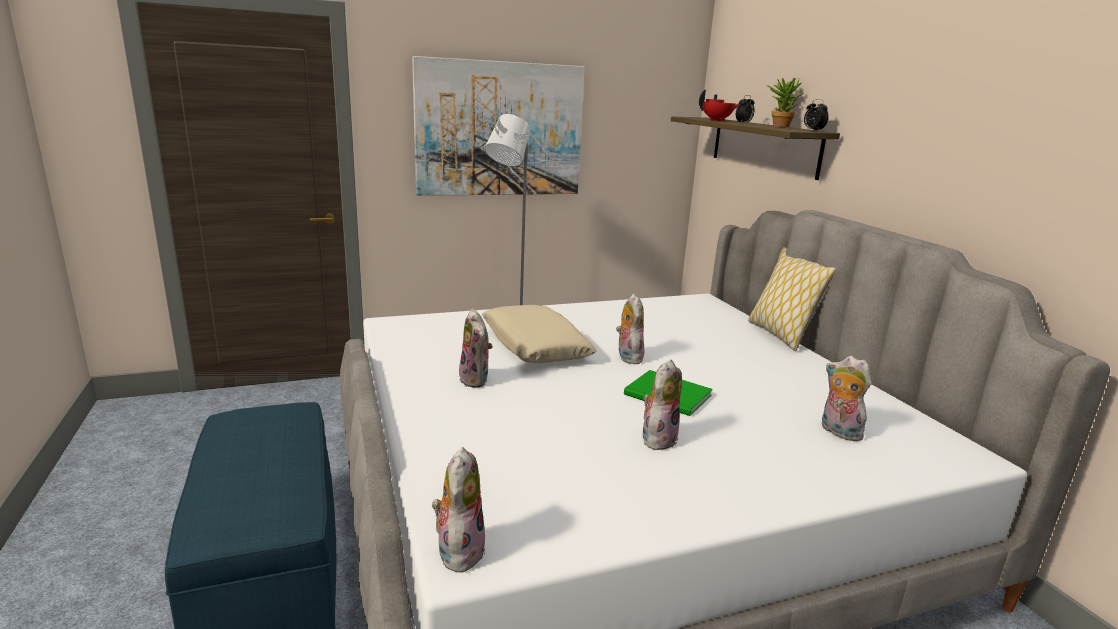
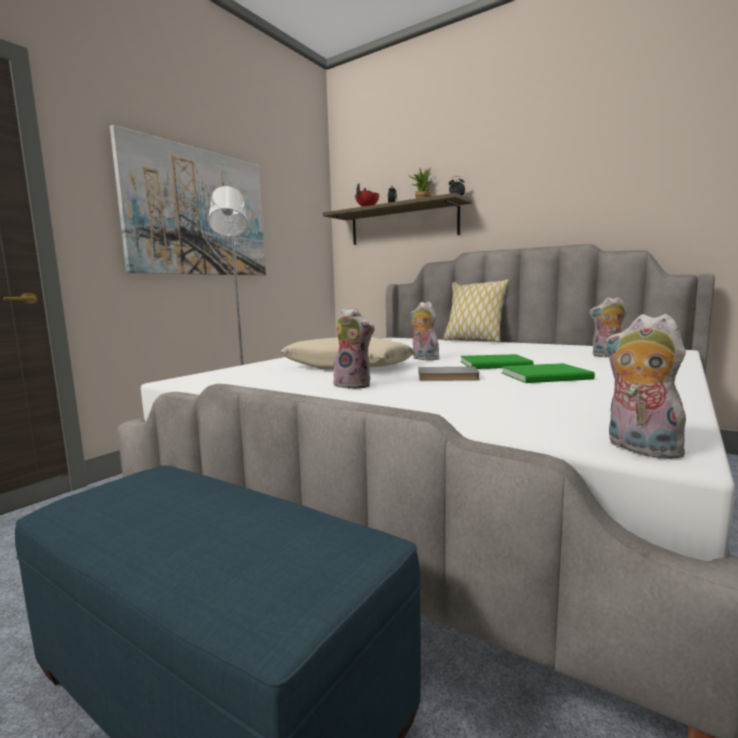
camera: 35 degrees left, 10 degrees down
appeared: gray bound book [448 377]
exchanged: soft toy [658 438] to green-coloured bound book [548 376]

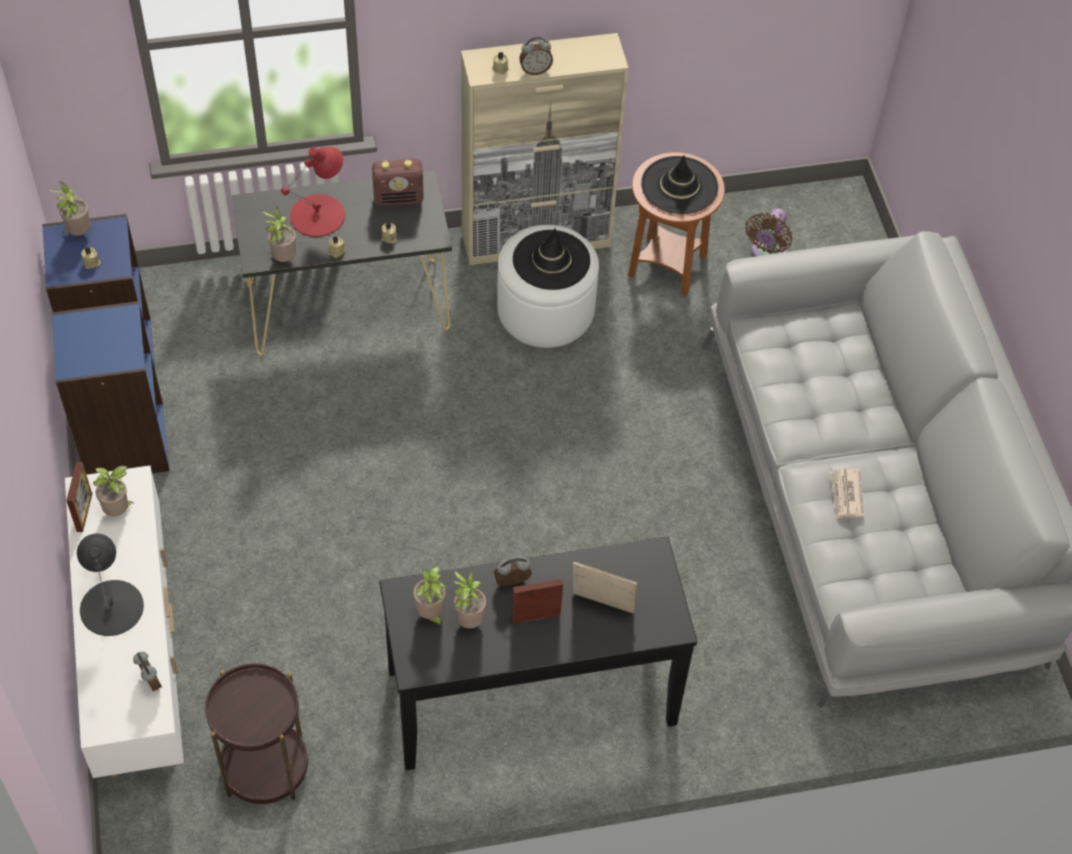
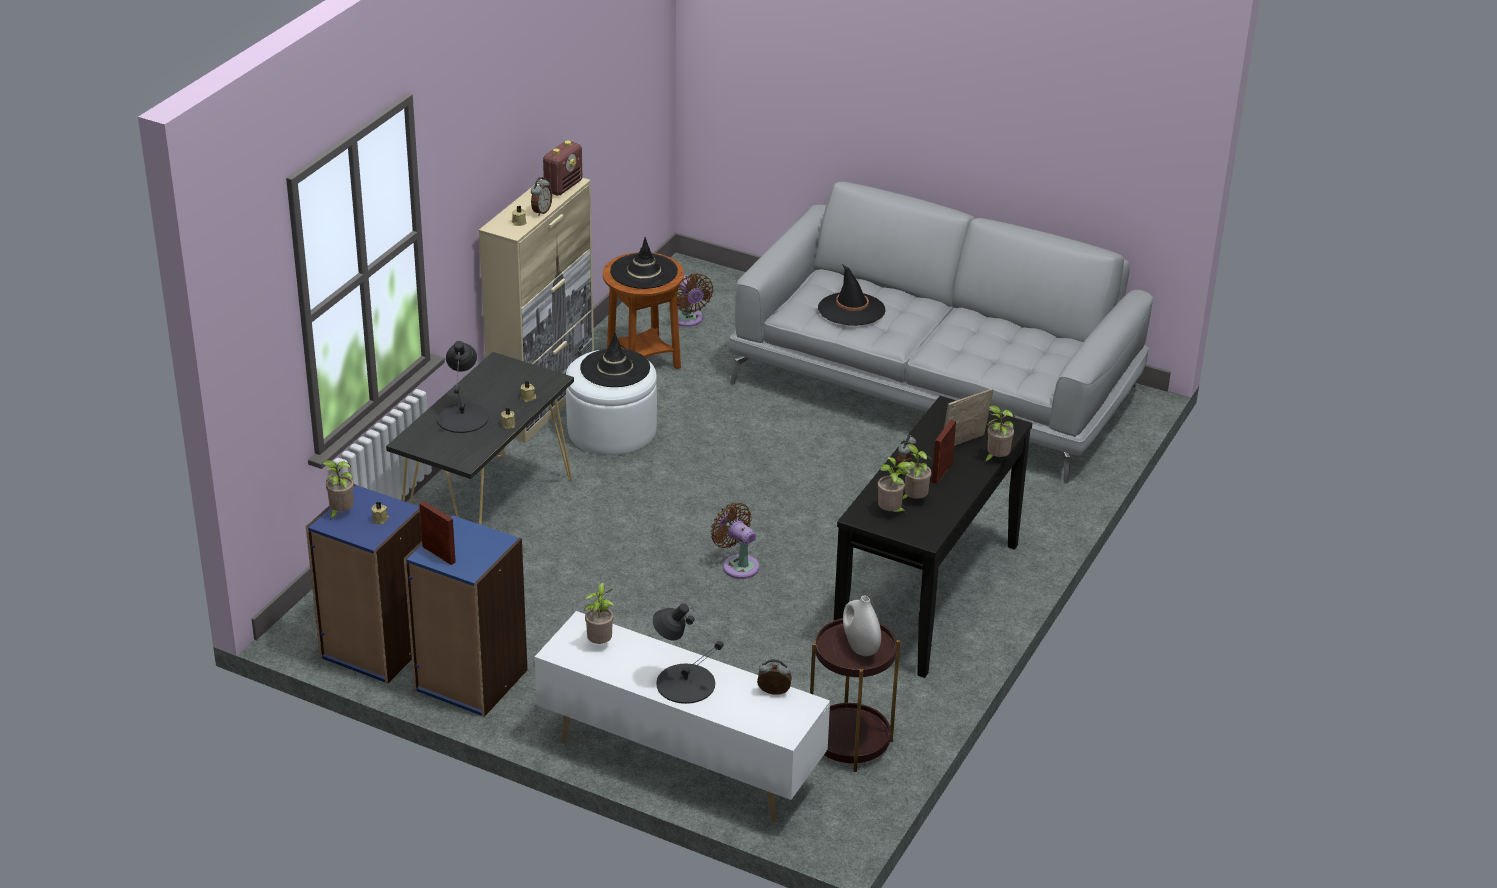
camera: 50 degrees left, 20 degrees down
missing: printed paper [846 495]
appeared: brown cooling fan [738 565]; black wearable hat [851 309]; white decorative vase [860 647]
relocated: photo frame [84 512] to [438 554]; potted plant [283 259] to [996 459]; radio set [399 198] to [563 186]
colour: reddish tabletop lamp [318 215] to black tabletop lamp [463 417]

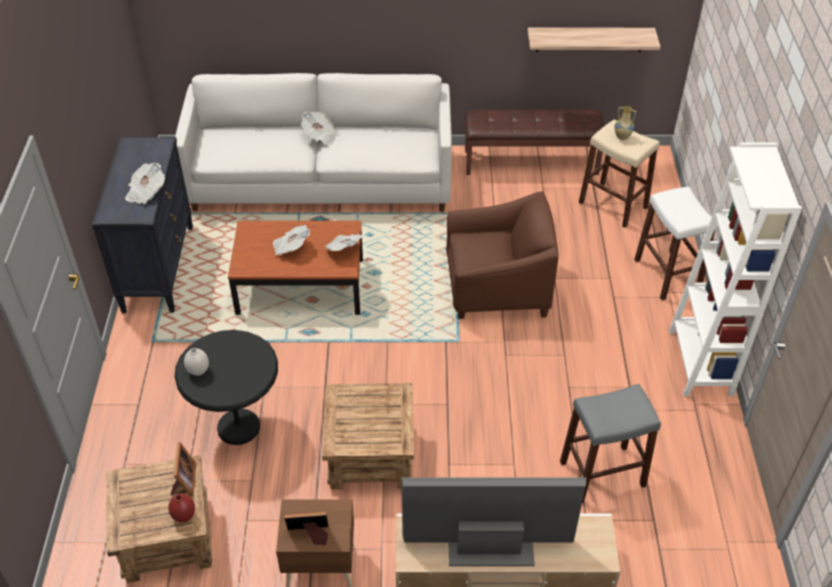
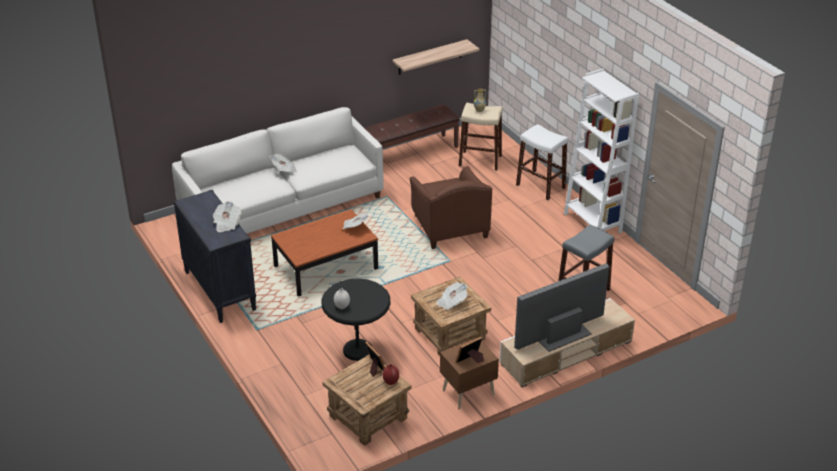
camera: 30 degrees left, 10 degrees down
relocated: printed paper [291 247] to [451 302]
spun: brown lounge chair [497 289] = [449 227] 105 degrees clockwise

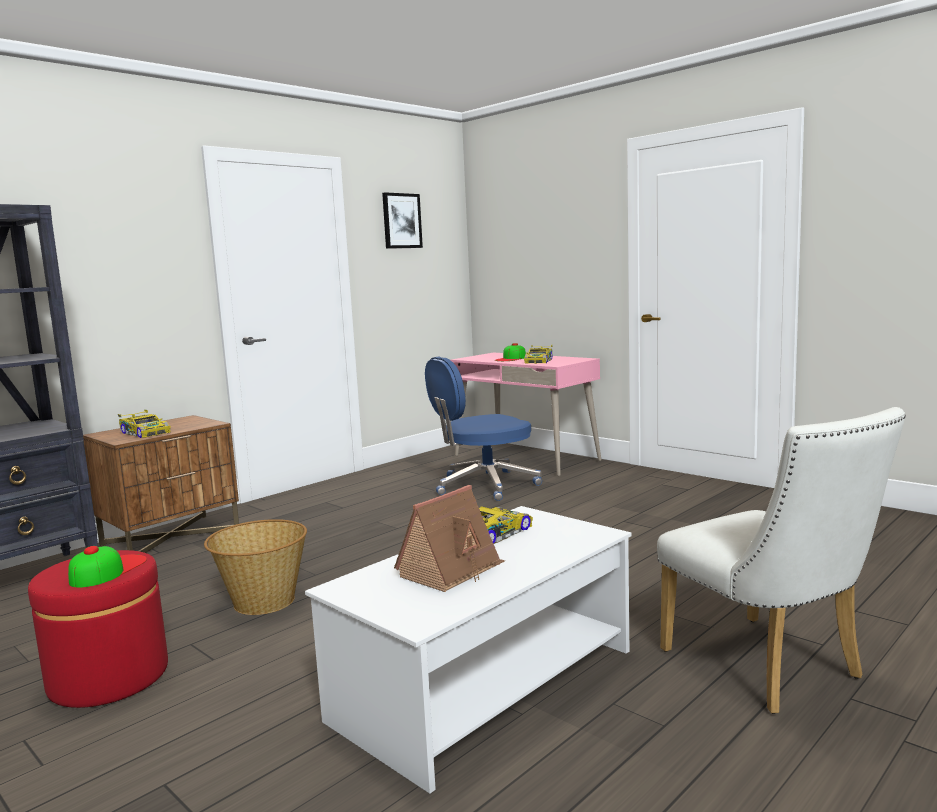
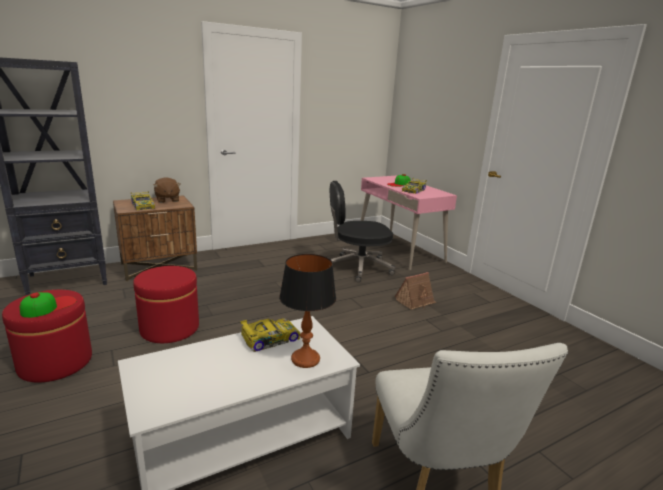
camera: 15 degrees right, 10 degrees up
missing: picture [401 221]
appeared: brown soft toy [167 200]; tabletop lamp [305 359]
relocated: model house [451 570] to [415 301]
exchanged: household basket [263 601] to reddish pouffe [170 328]
colour: blue office chair [484 485] to black office chair [357 267]

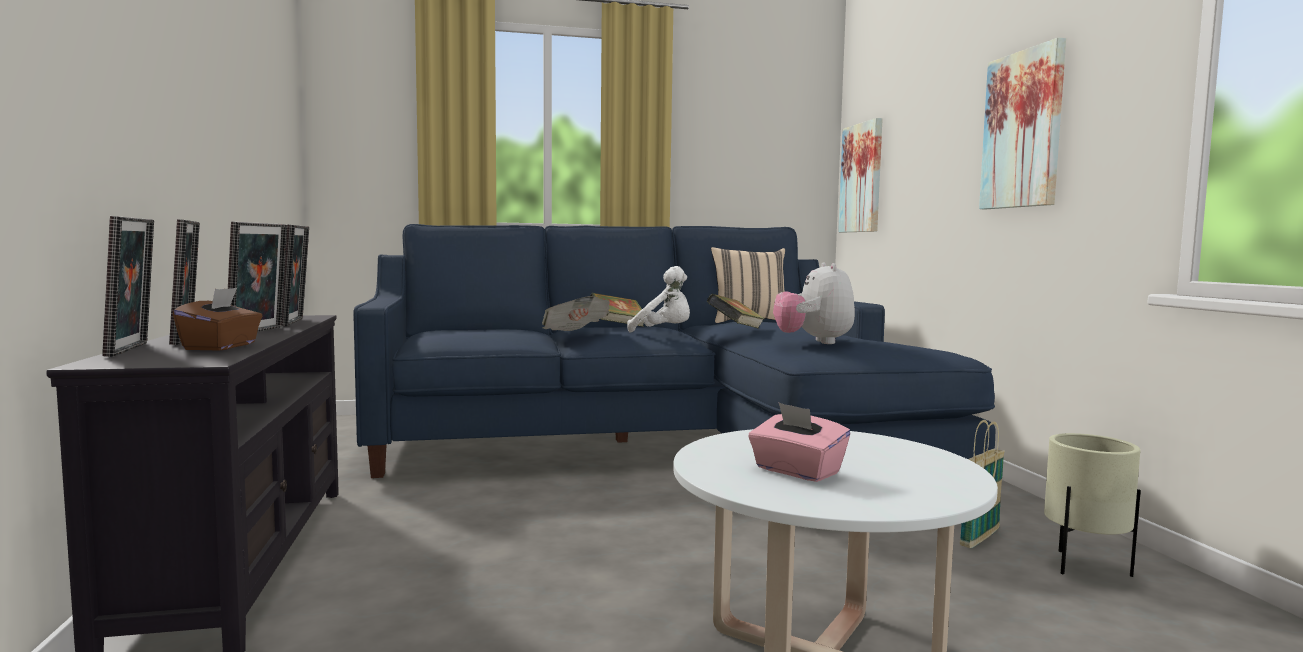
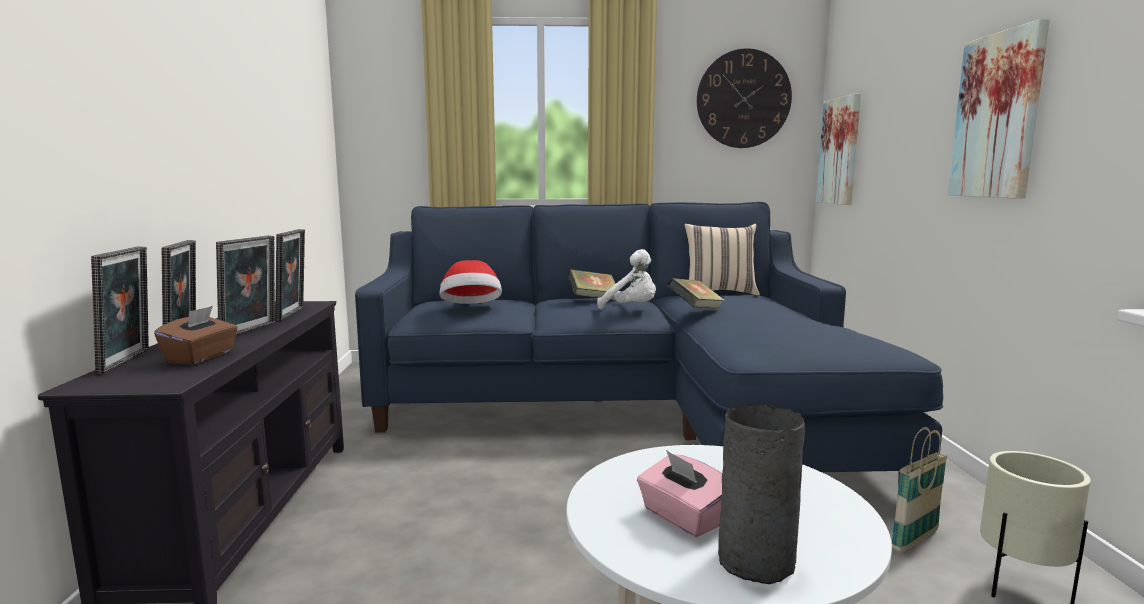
camera: 10 degrees right, 5 degrees up
missing: printed paper [575 334]; soft toy [814 342]
appeared: wearable hat [471 308]; hanging clock [743 99]; gray decorative vase [758 561]

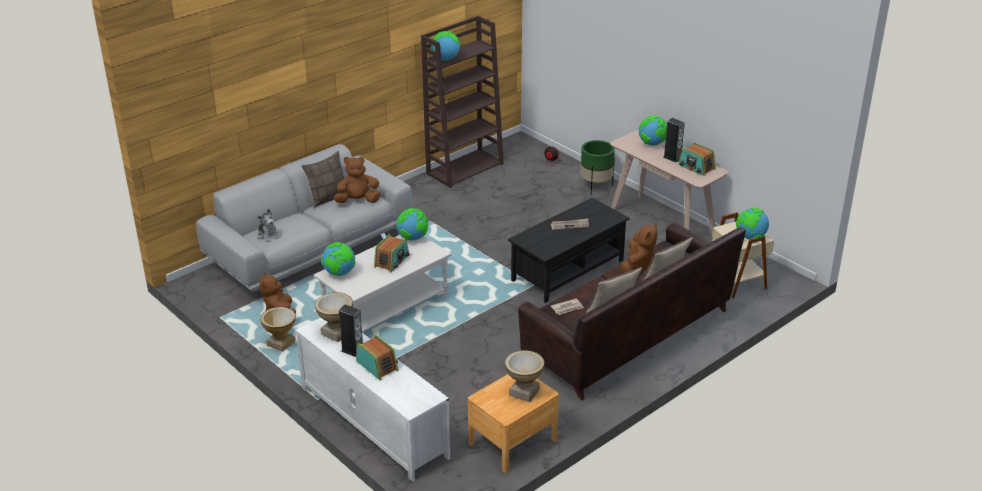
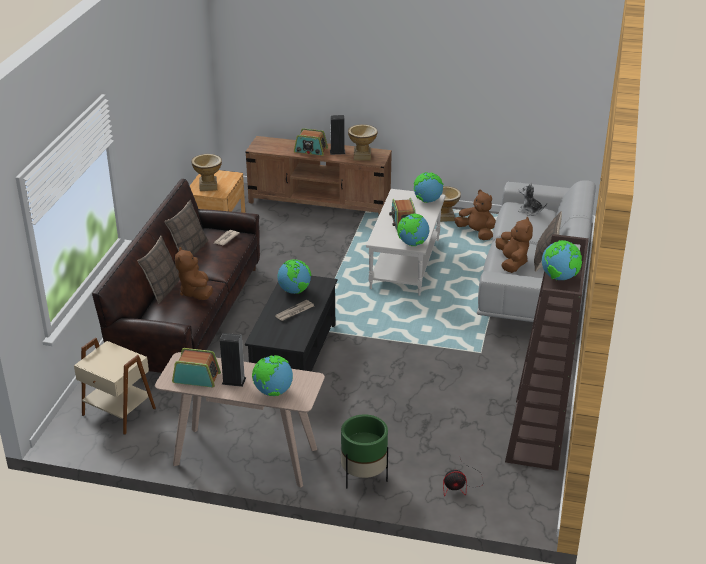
camera: 145 degrees right, 0 degrees up
relocated: globe [750 238] to [294 291]
colour: white tv unit [373 421] to brown tv unit [320 202]
spun: brown soft toy [357 201] = [512 263] 45 degrees counterclockwise

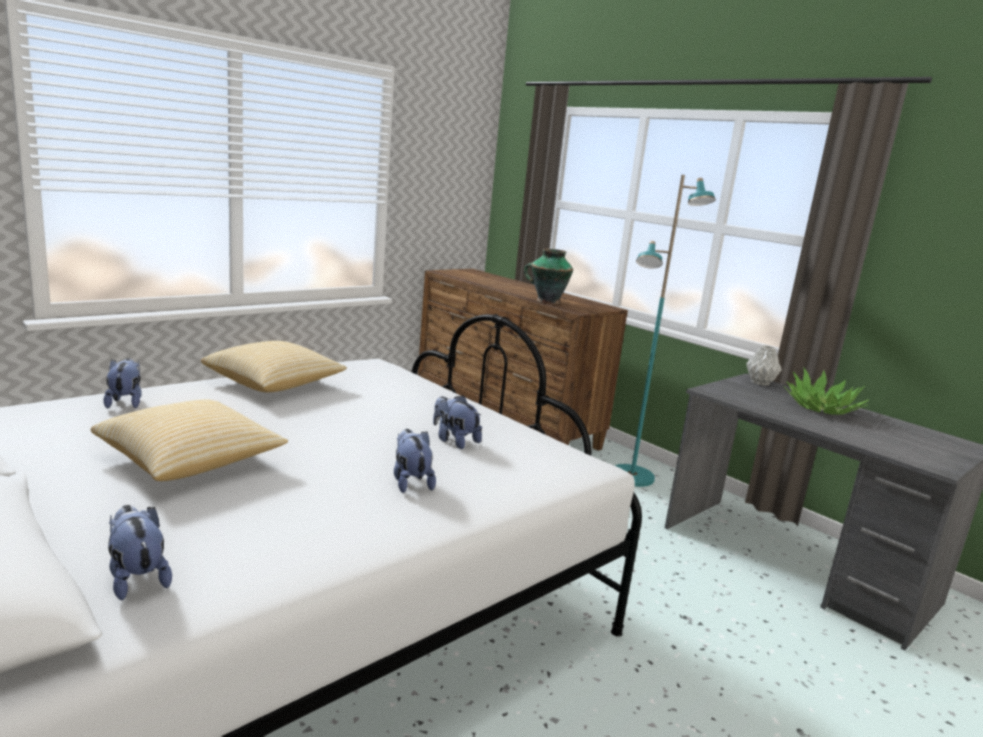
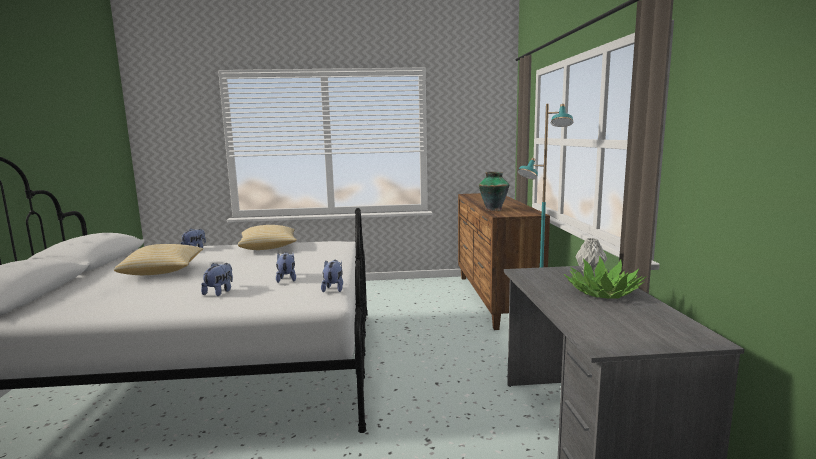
camera: 40 degrees right, 5 degrees down
relocated: soft toy [137 579] to [333 288]

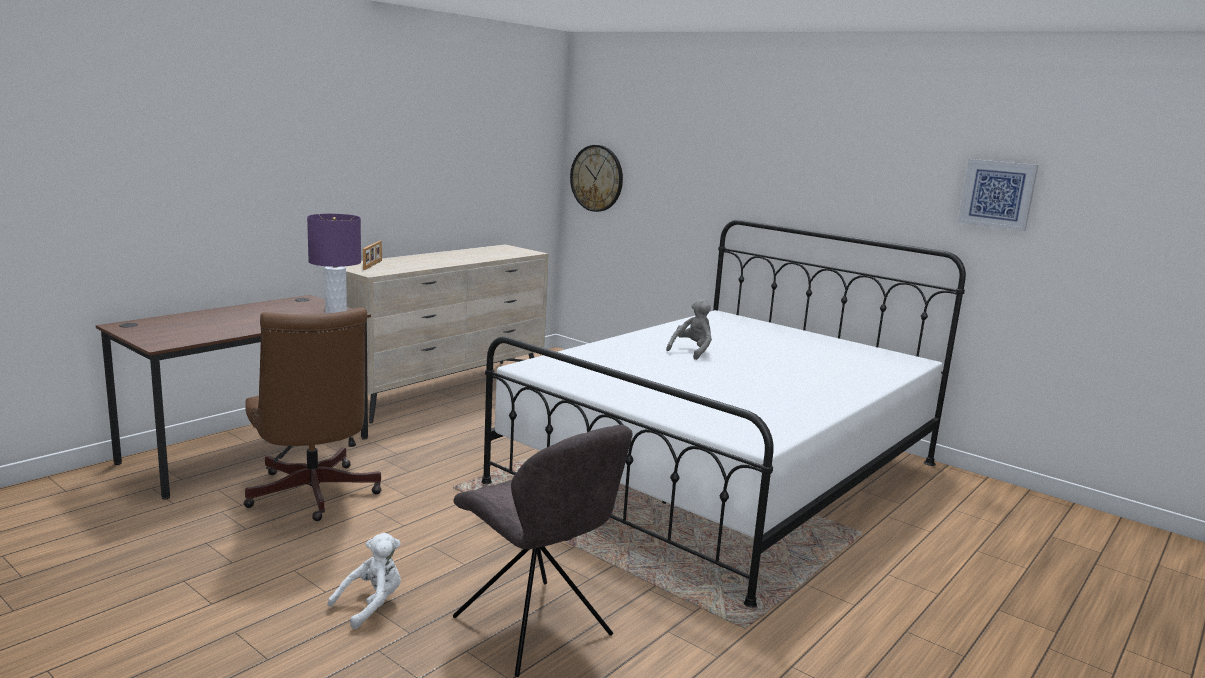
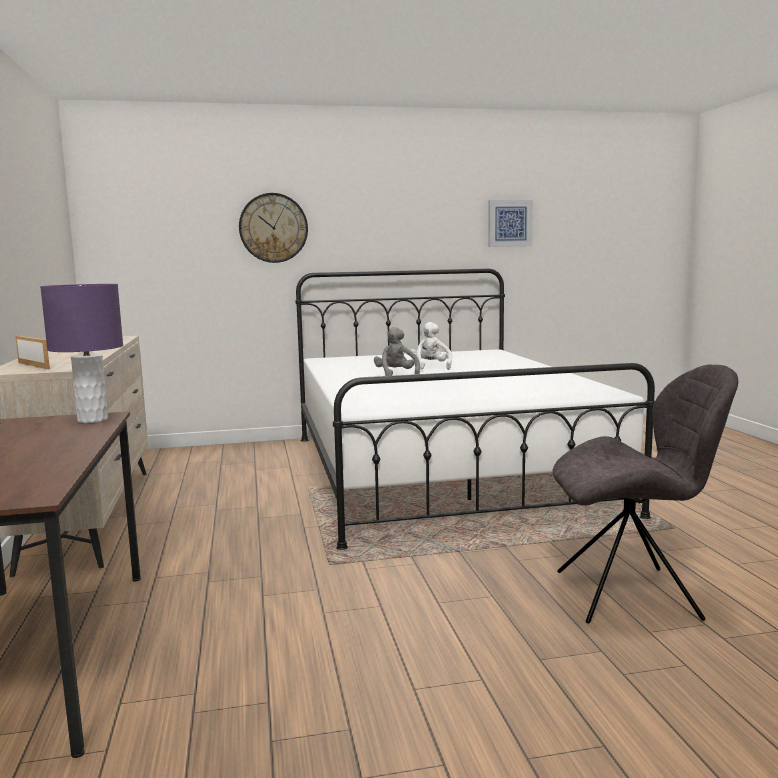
camera: 50 degrees left, 5 degrees down
missing: brown office chair [312 496]
relocated: white soft toy [371 605] to [430 367]; hanging clock [597 178] to [273 228]

